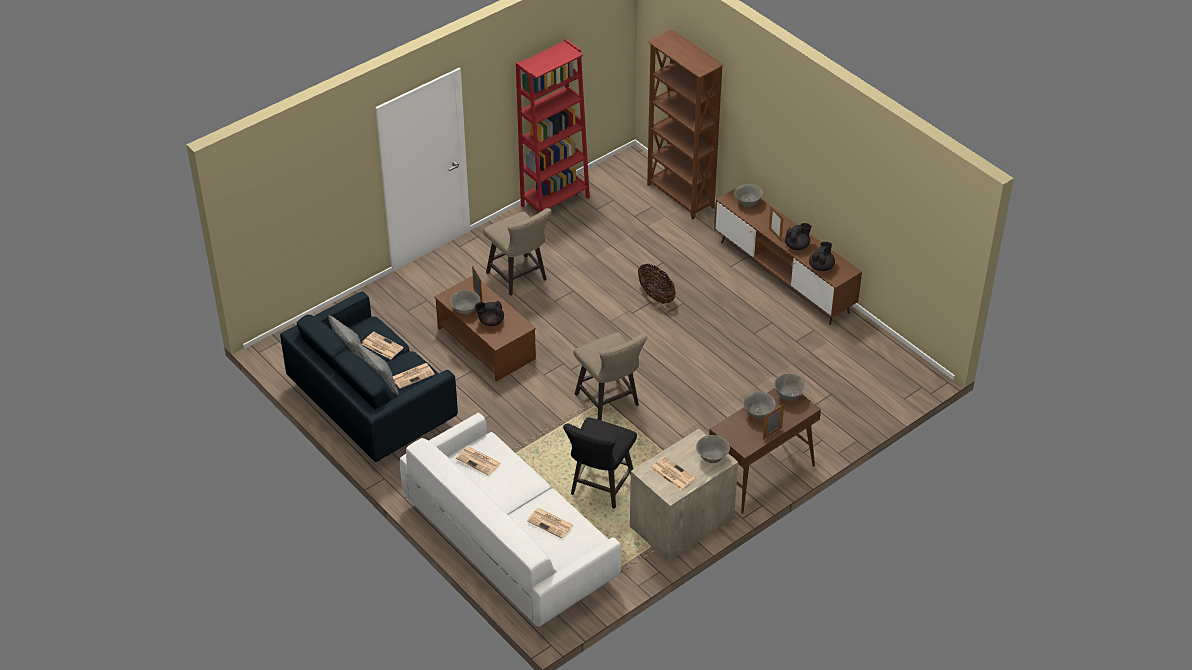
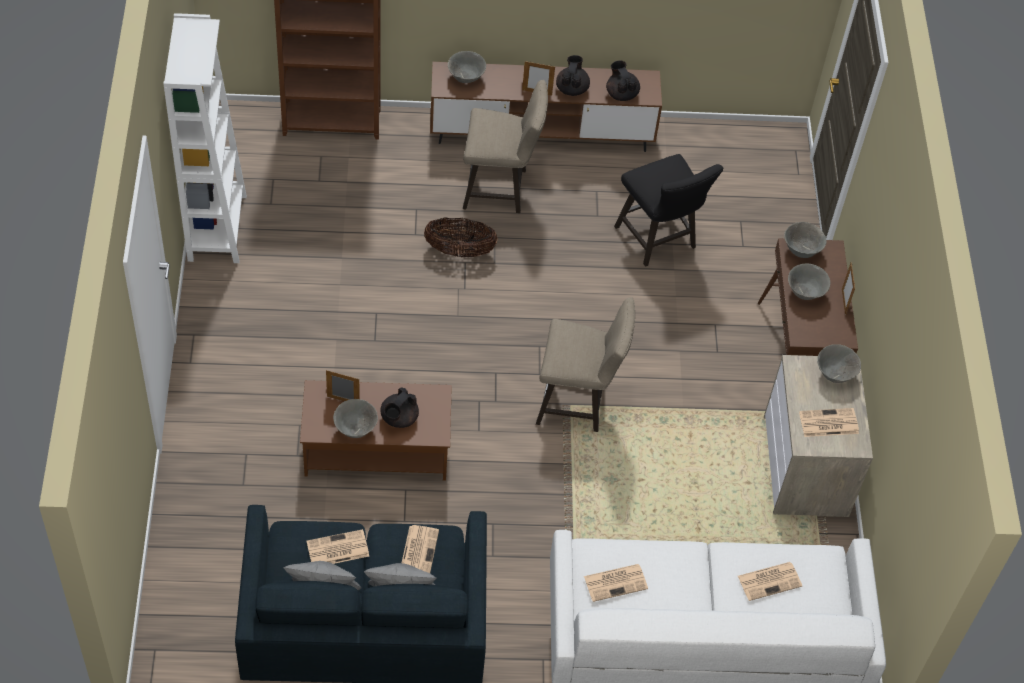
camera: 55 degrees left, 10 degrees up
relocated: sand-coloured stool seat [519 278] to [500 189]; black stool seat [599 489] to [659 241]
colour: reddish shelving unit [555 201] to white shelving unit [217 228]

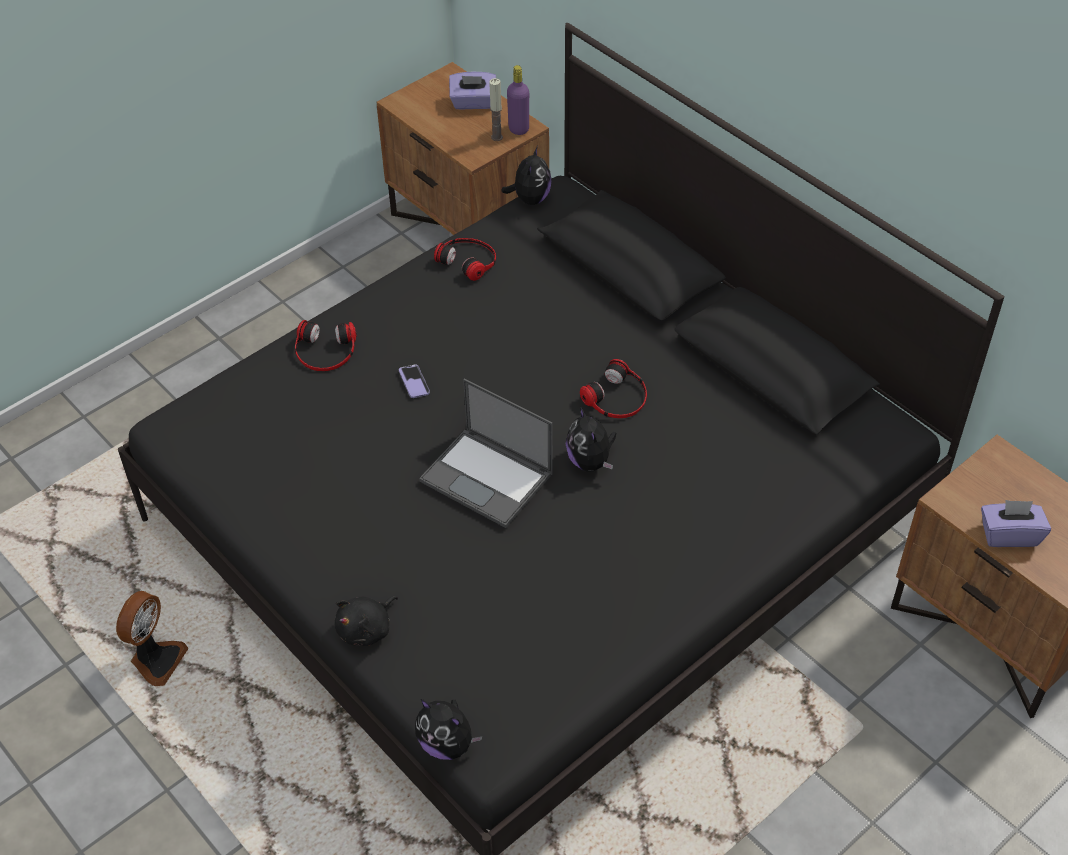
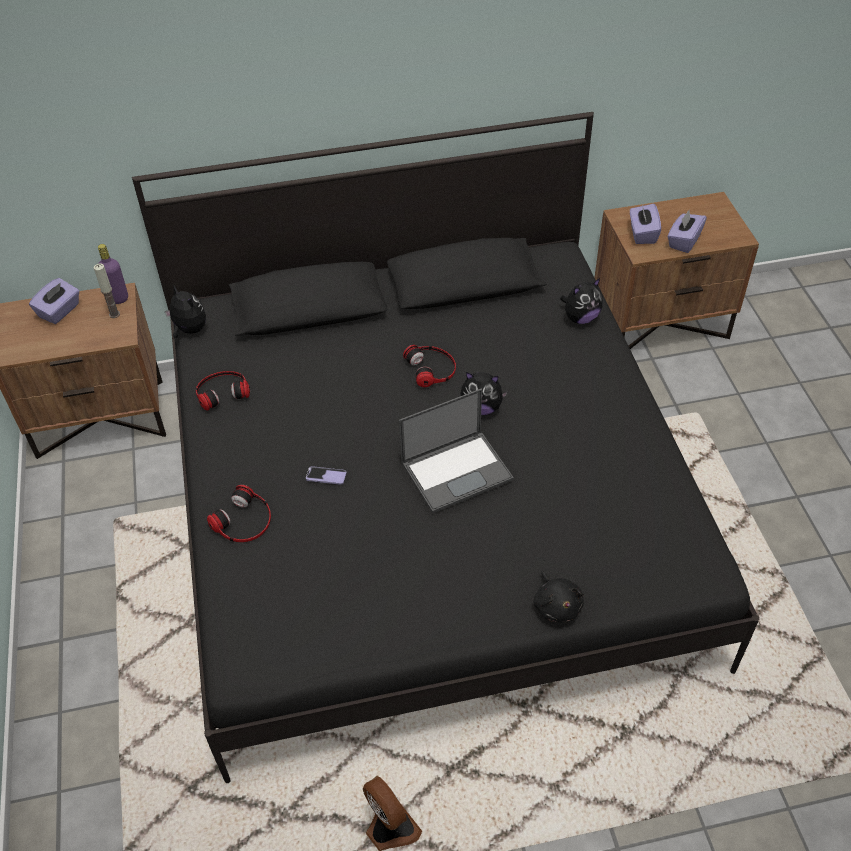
camera: 60 degrees left, 0 degrees up
appeared: purple-coloured box of tissues [642 234]
relocated: soft toy [447 744] to [580 318]

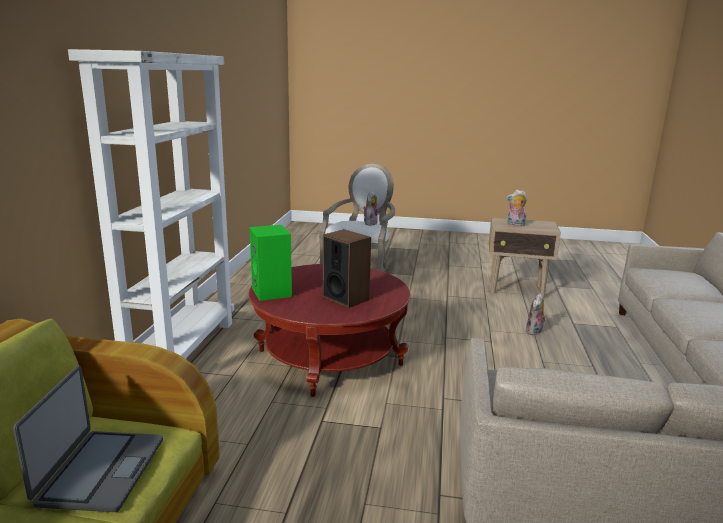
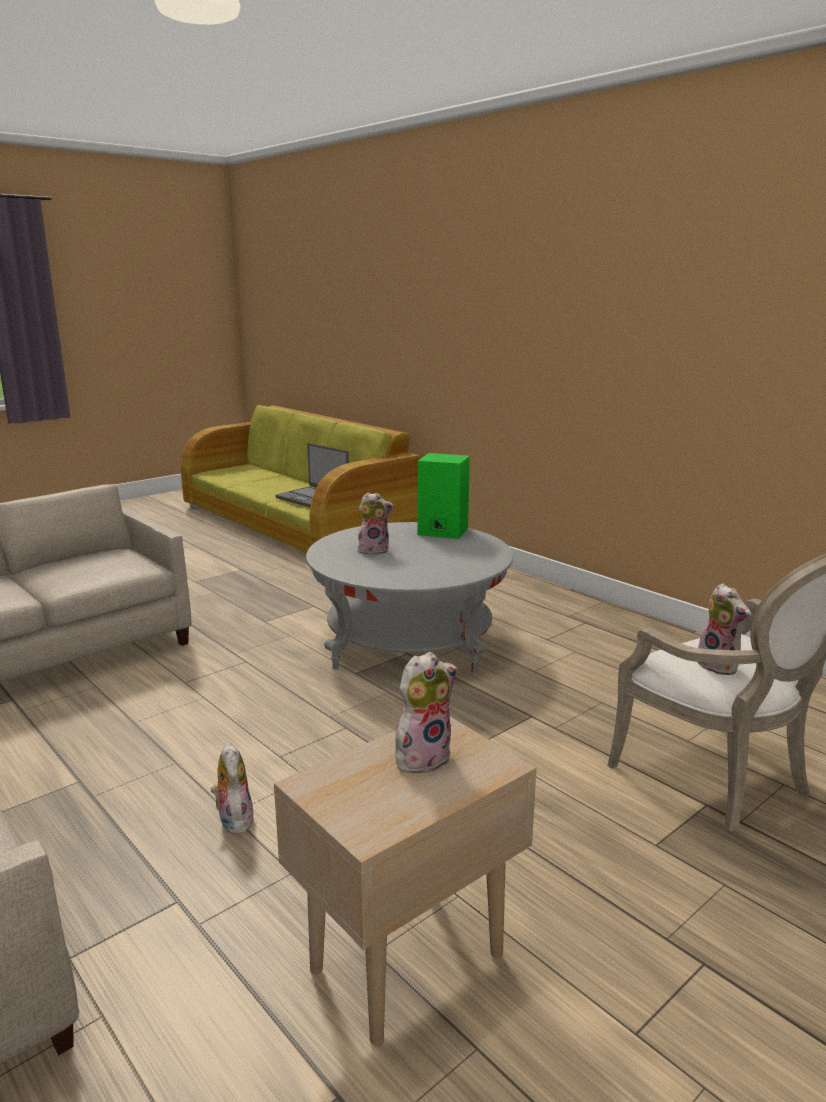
camera: 130 degrees right, 0 degrees up
missing: white shelving unit [182 351]
exchanged: audio speaker [346 298] to soft toy [374 550]
colour: reddish low table [329 357] to gray low table [409 640]

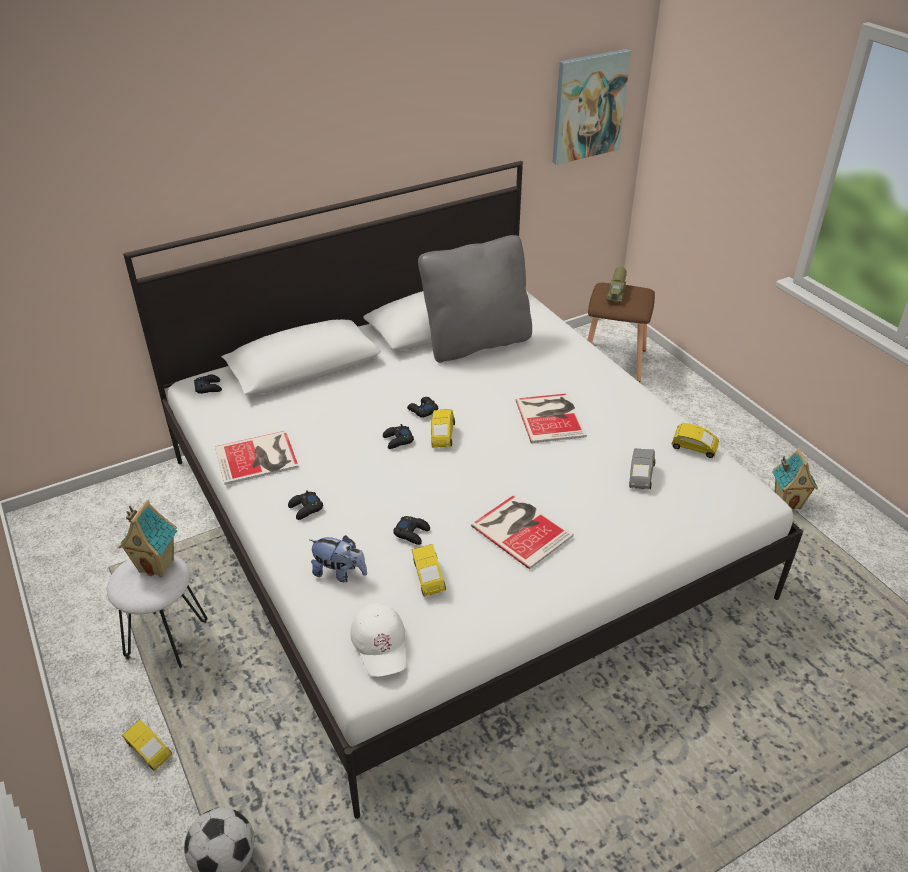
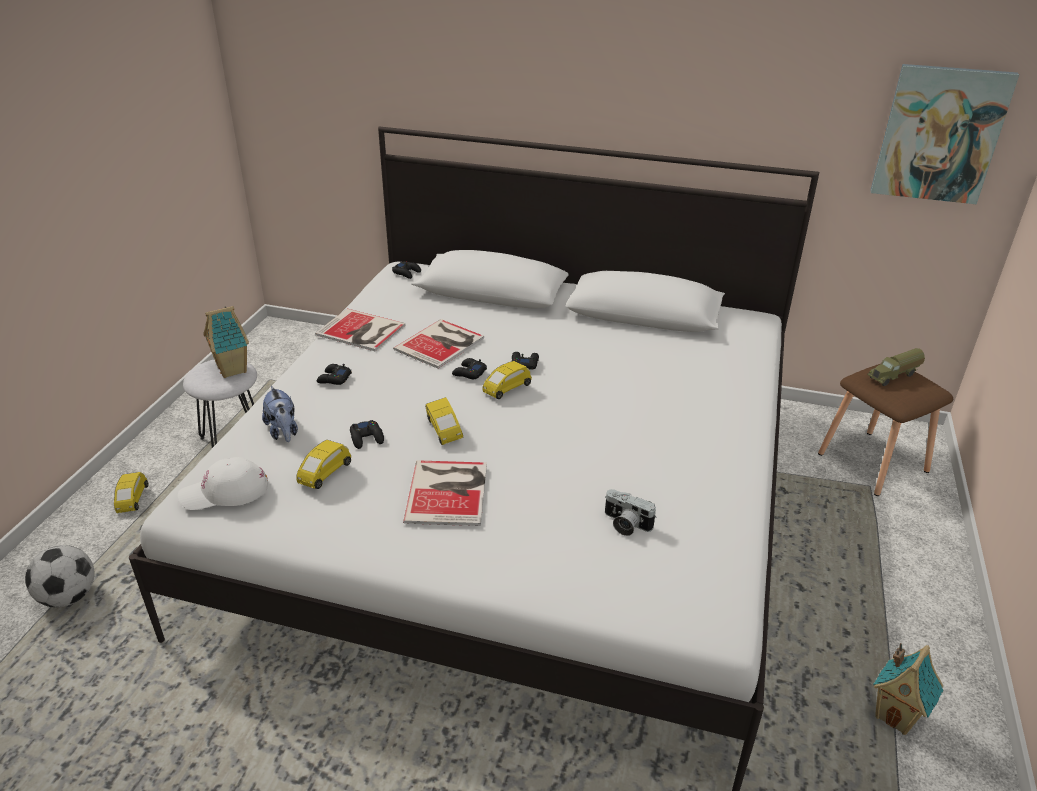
camera: 45 degrees right, 5 degrees down
missing: gray cushion [476 342]
relocated: bound book [551 417] to [442 343]; yellowish miniature car [693 448] to [443 431]
exchanged: gray miniature car [640 476] to photo camera [625 524]
spun: white cap [380 643] = [225 492] 45 degrees clockwise

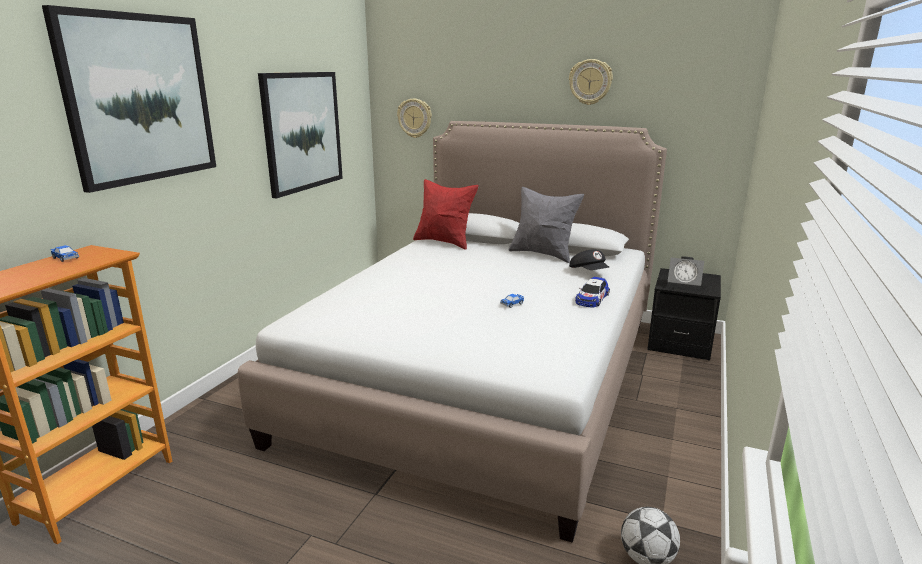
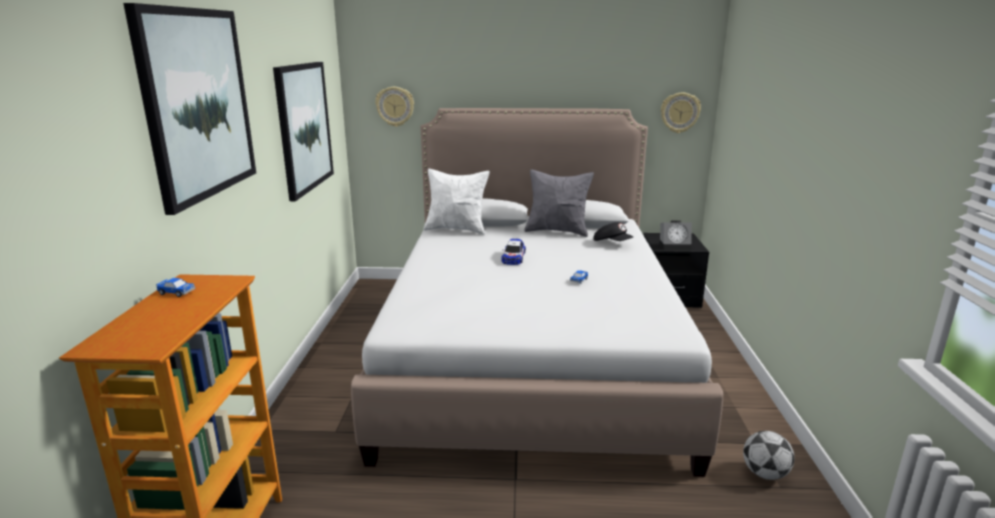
camera: 20 degrees left, 0 degrees up
relocated: hanging clock [590 82] to [680 112]; miniature car [592 298] to [513 257]
colour: reddish cushion [445 242] to white cushion [456 229]

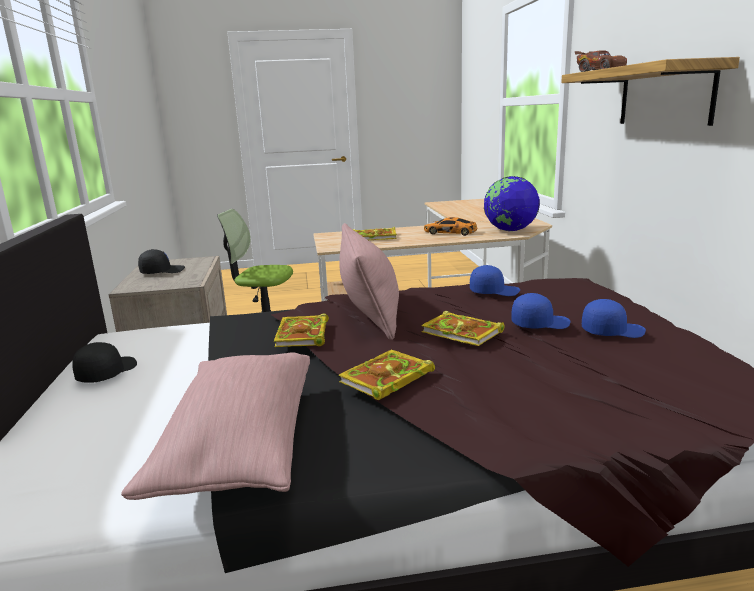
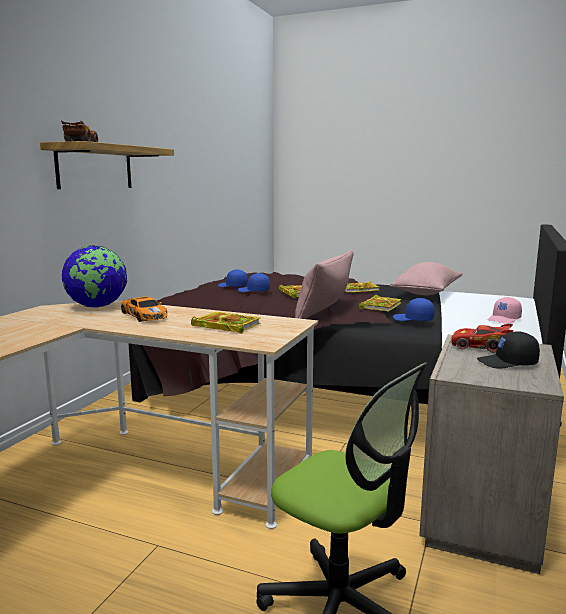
camera: 150 degrees left, 5 degrees down
appeared: reddish miniature car [480 347]
relocated: blue cap [494 291] to [413 319]
colour: black cap [106 372] to pink-coloured cap [504 319]

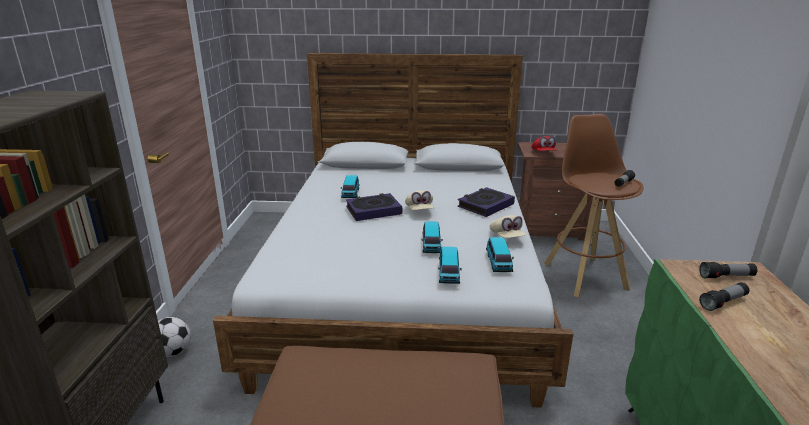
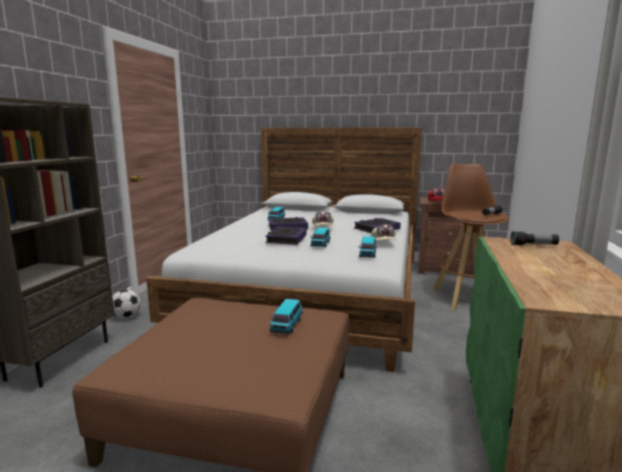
camera: 10 degrees right, 10 degrees down
missing: hand torch [723 302]
appeared: bound book [286 239]
relocated: miniature car [449 274] to [286 325]

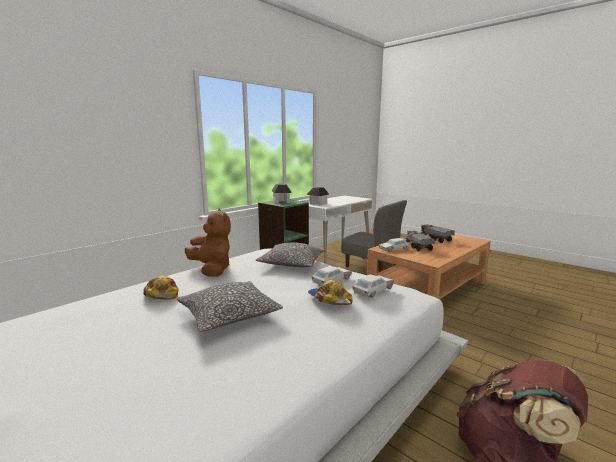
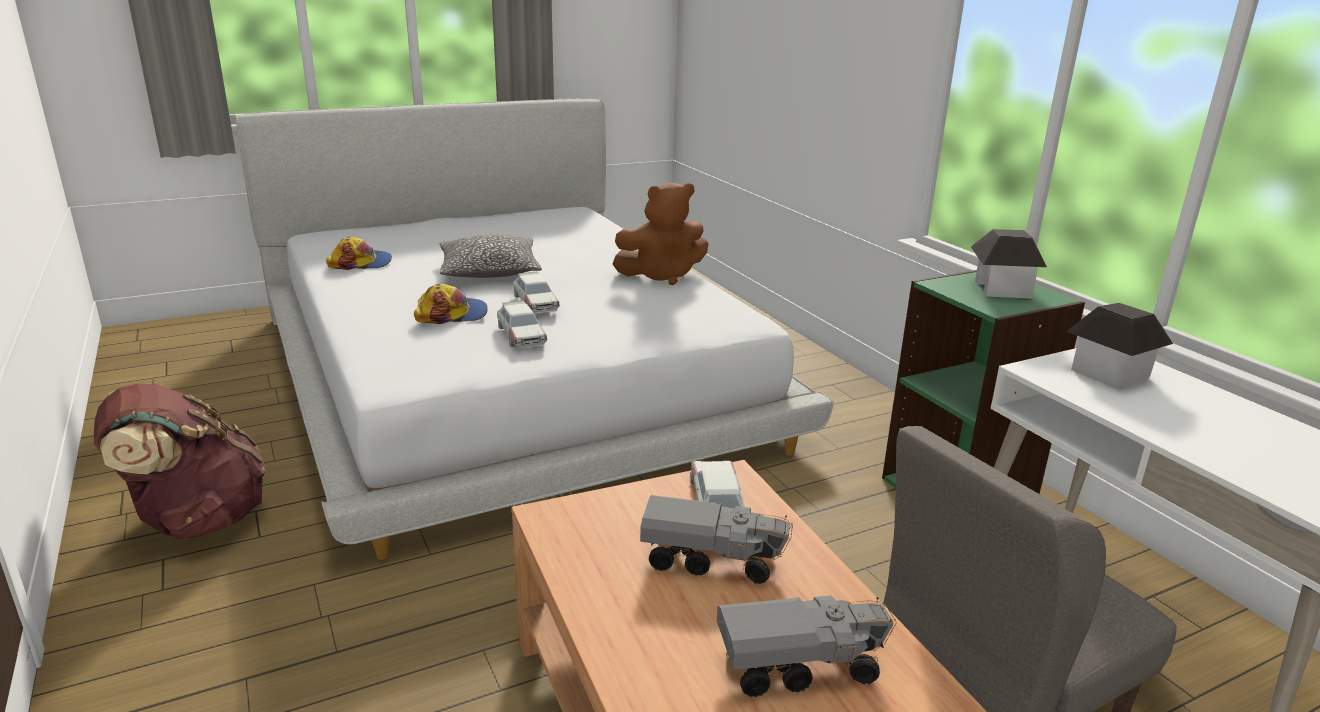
camera: 110 degrees right, 10 degrees up
missing: cushion [292 263]
relocated: cap [161 293] to [361 263]; miniature car [373 290] to [535 302]

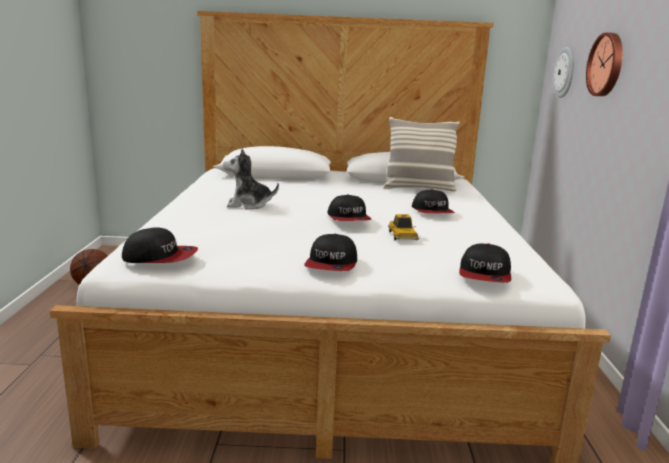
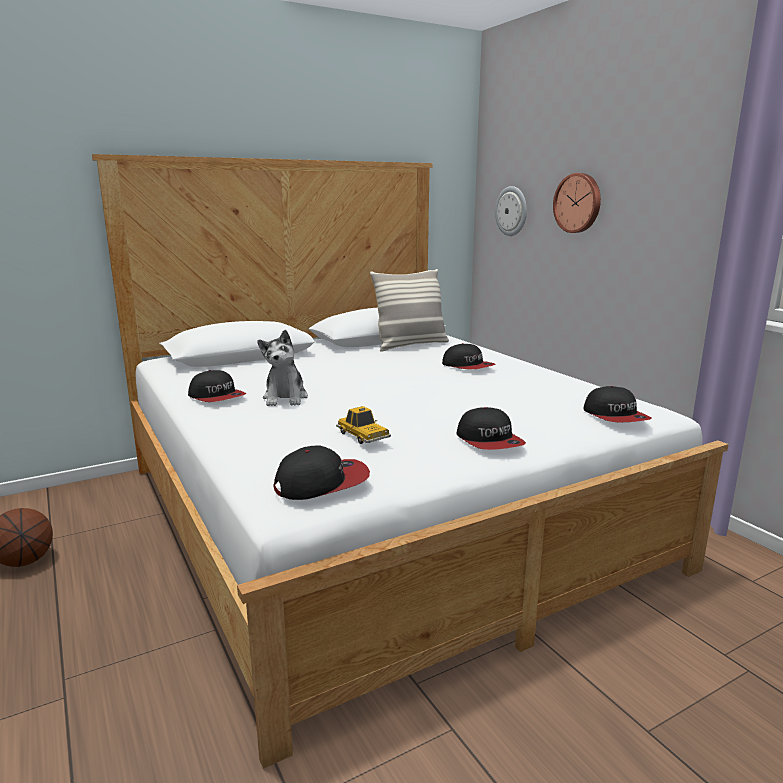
camera: 30 degrees left, 0 degrees up
relocated: cap [349 218] to [217 397]; miniature car [402 236] to [363 435]
spun: soft toy [248 205] = [285 398] 60 degrees counterclockwise

